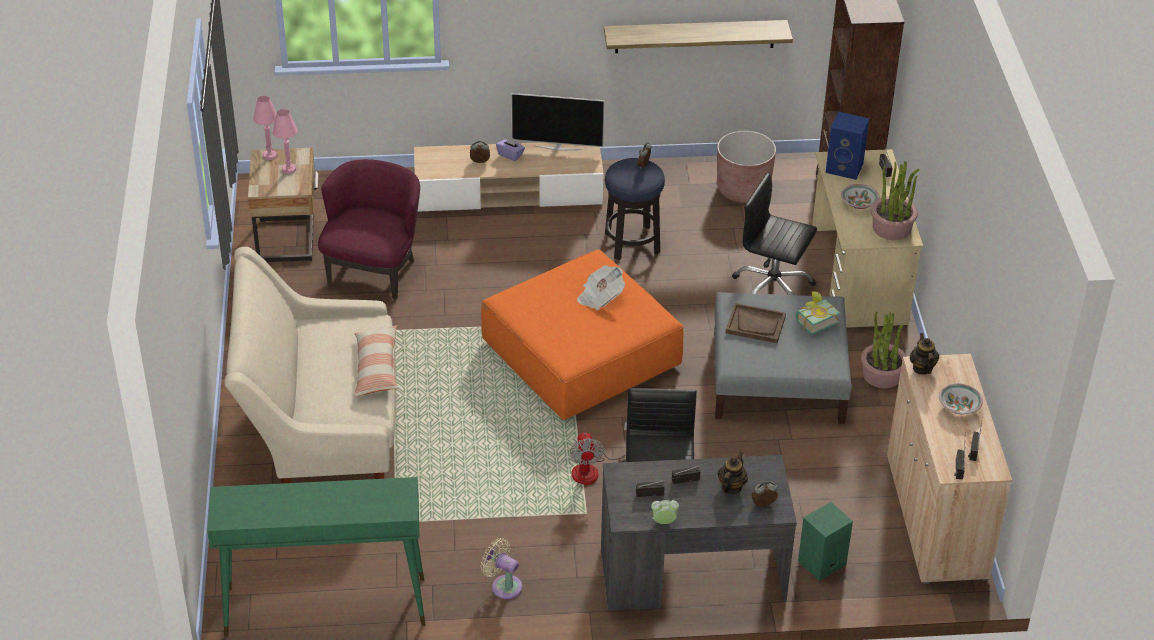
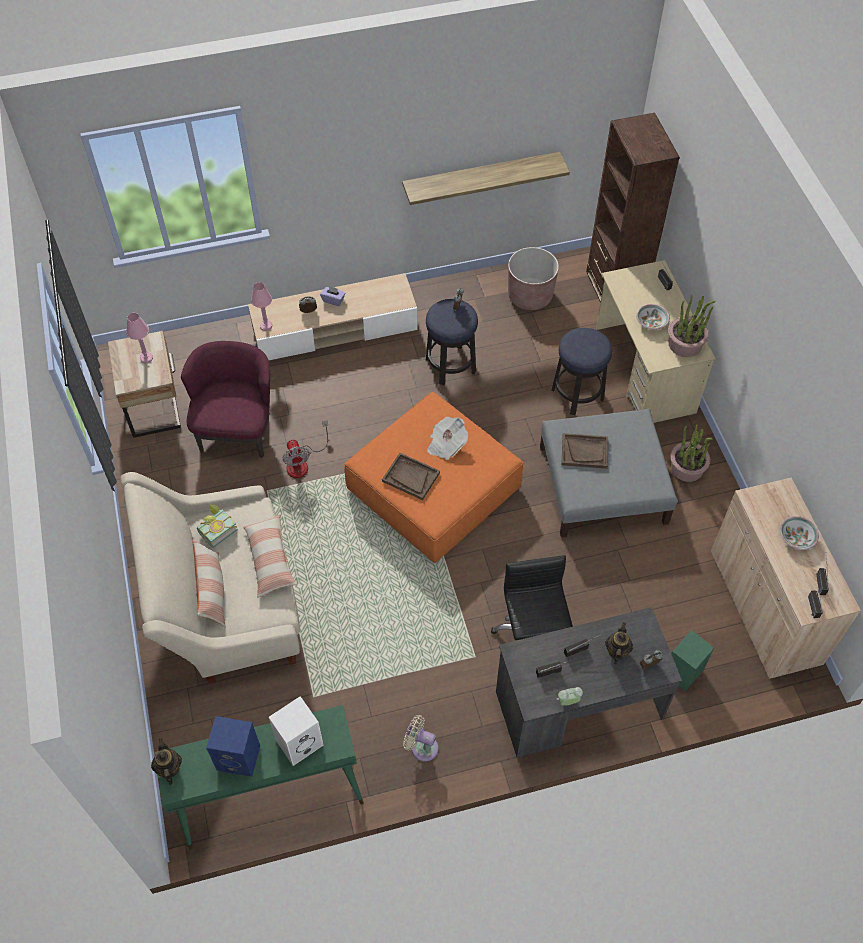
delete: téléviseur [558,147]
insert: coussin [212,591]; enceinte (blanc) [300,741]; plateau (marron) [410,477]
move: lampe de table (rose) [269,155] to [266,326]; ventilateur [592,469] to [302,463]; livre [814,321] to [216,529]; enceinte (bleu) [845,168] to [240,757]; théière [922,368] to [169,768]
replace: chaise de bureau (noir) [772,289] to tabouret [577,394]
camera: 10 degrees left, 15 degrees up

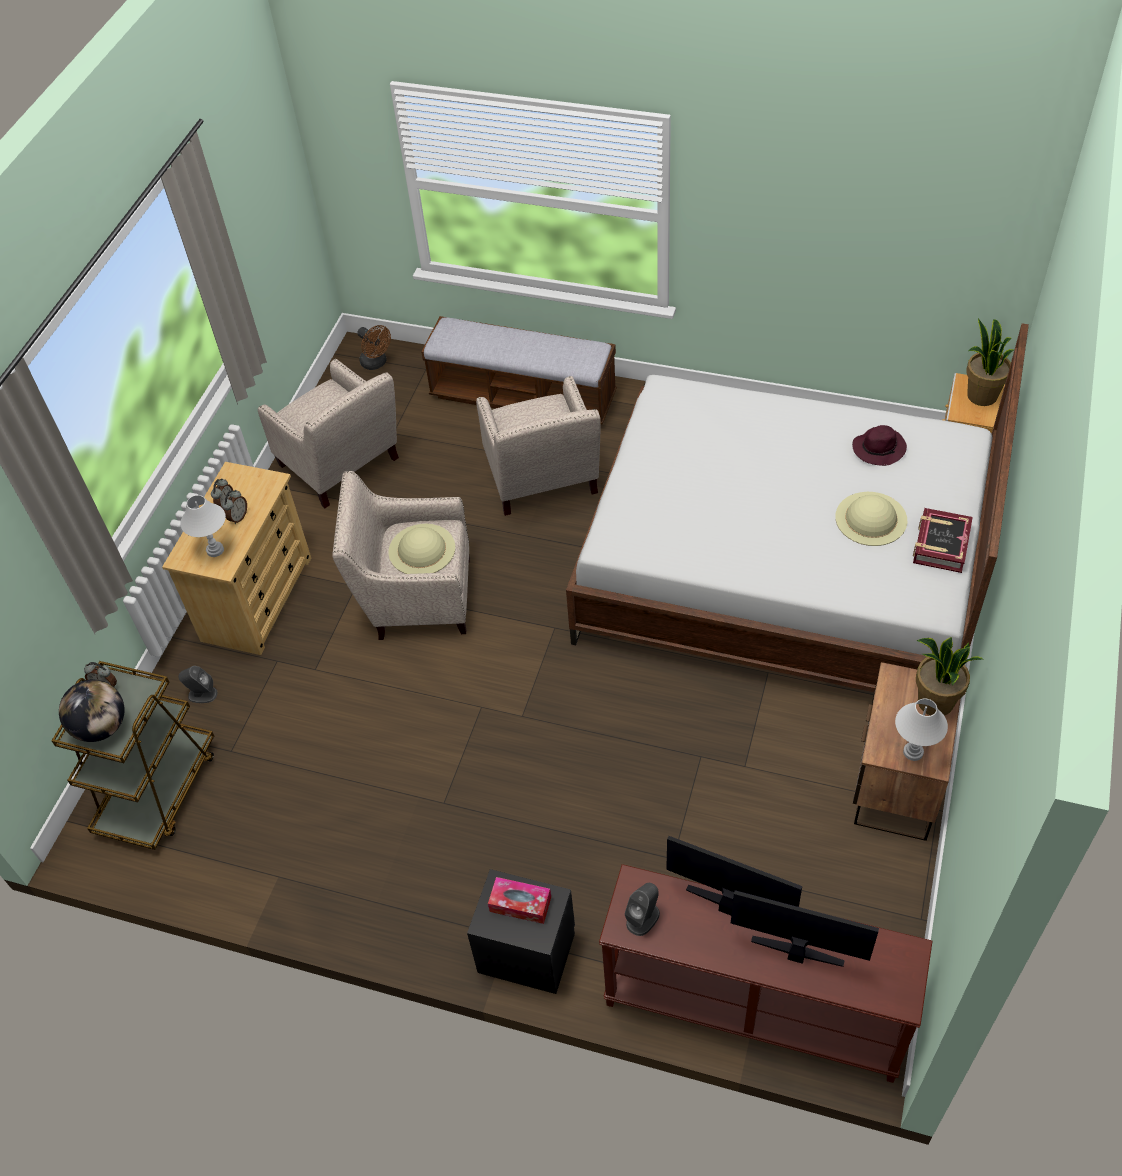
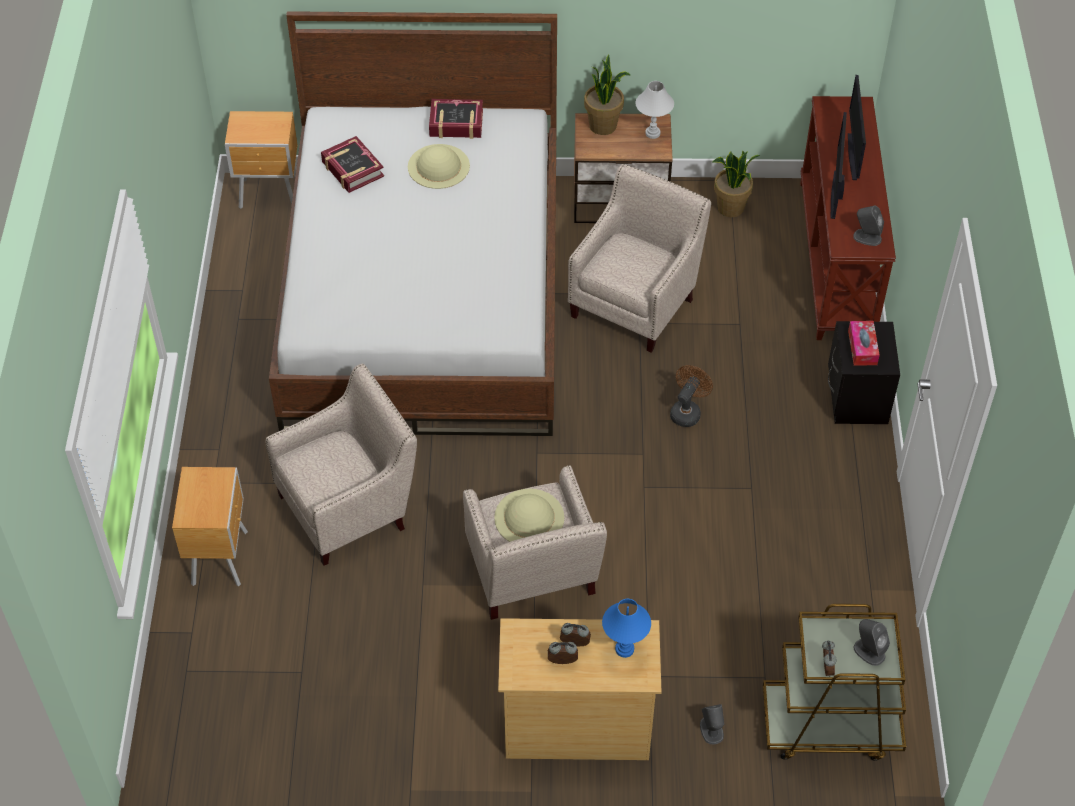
move: fauteuil (beige) [342,467] to [636,302]; ventilateur (marron) [376,363] to [687,411]; plante en pot [981,395] to [730,208]
replace: globe [102,727] to enceinte (gris) [869,651]; banc [523,397] to table de chevet (marron) [221,557]; chapeau (violet) [879,448] to livre [352,169]
recolor: lampe de table (blanc) [215,550] to lampe de table (bleu) [625,649]
camera: 110 degrees left, 0 degrees up

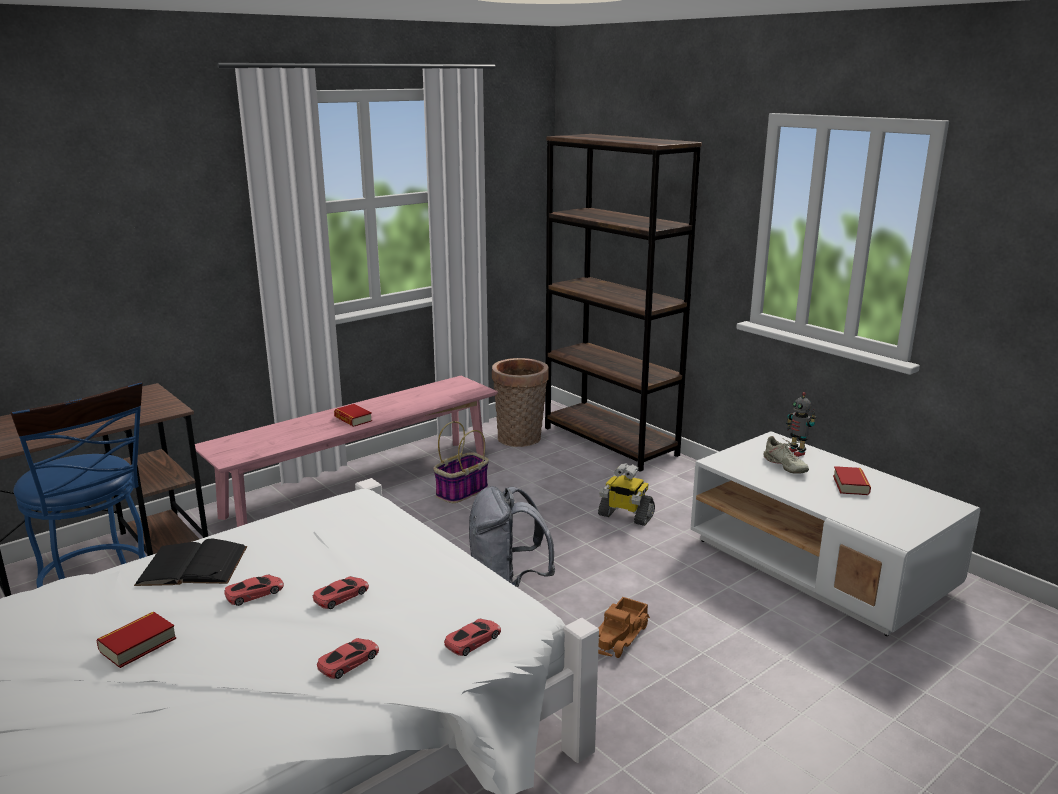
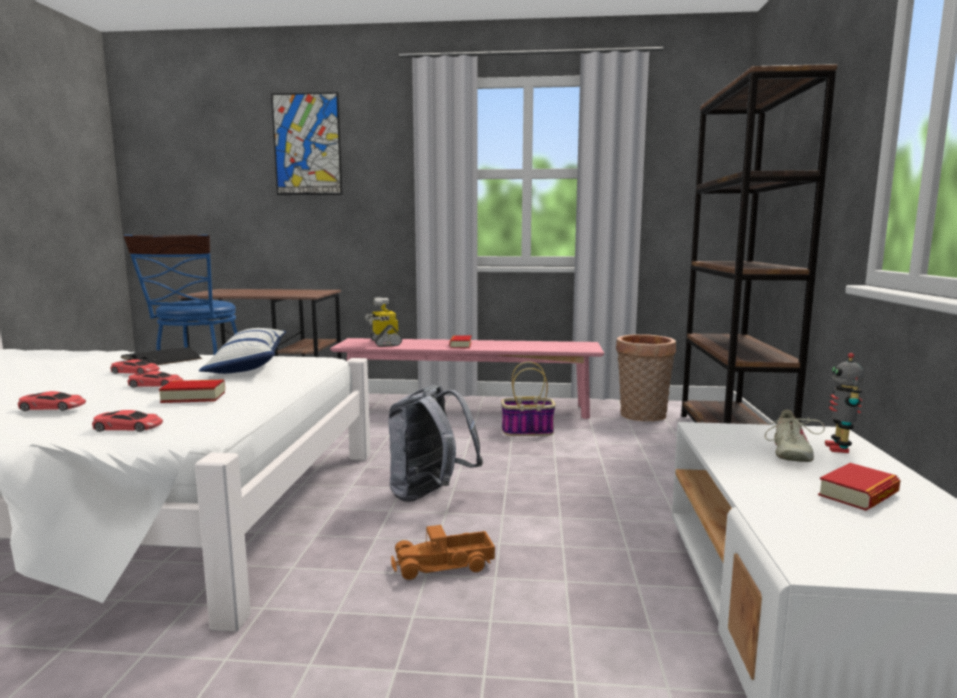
insert: coussin [248,365]; tableau [307,144]
move: livre [138,645] to [193,397]; robot jouet [625,515] to [384,343]
camera: 45 degrees right, 10 degrees down

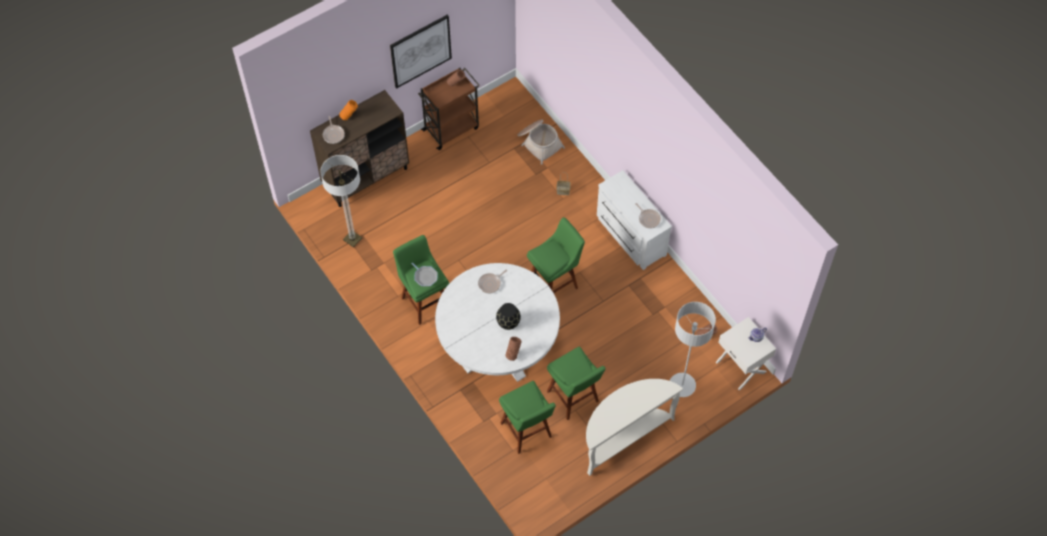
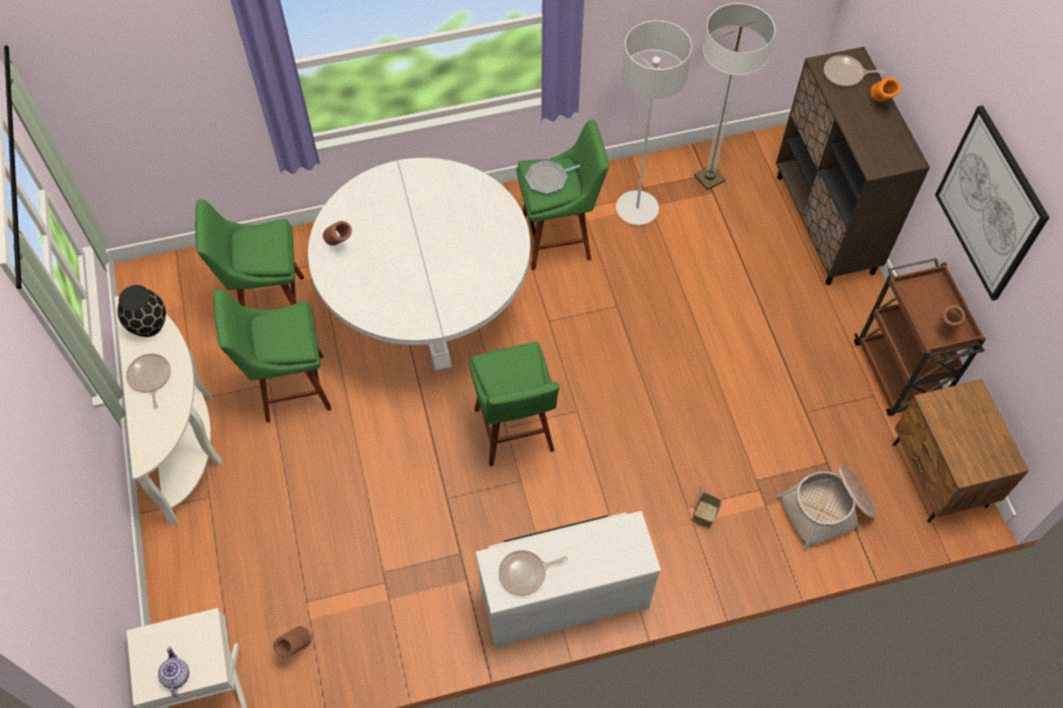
insert: table de chevet (marron) [938,476]
move: poêle [490,284] to [150,378]; vase (noir) [508,323] to [148,325]; lampadaire (gris) [682,385] to [637,209]
camera: 110 degrees right, 0 degrees up

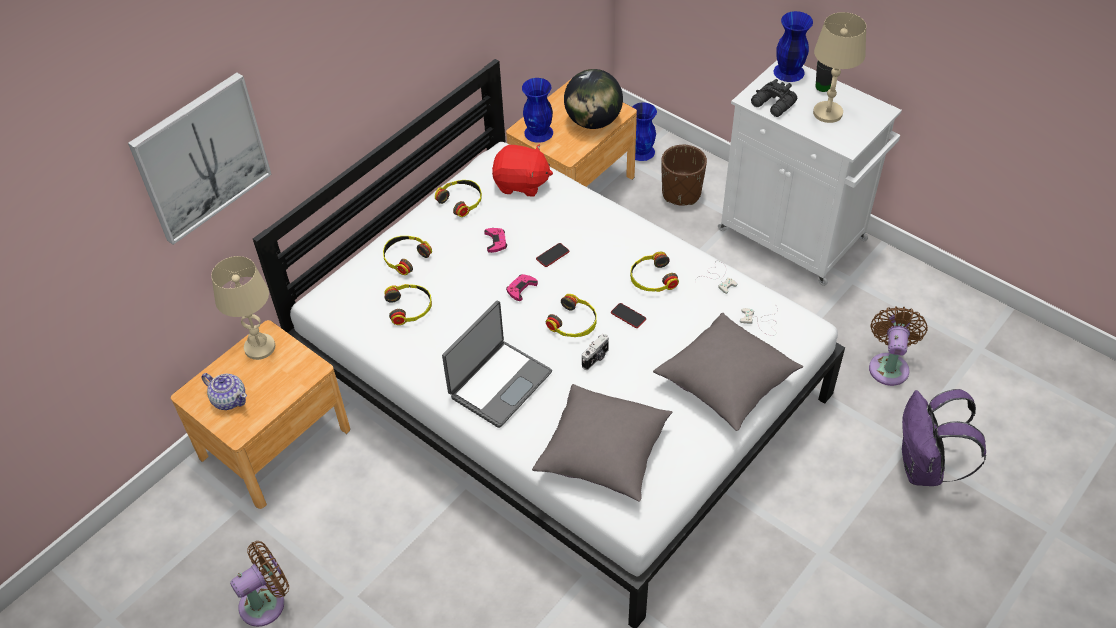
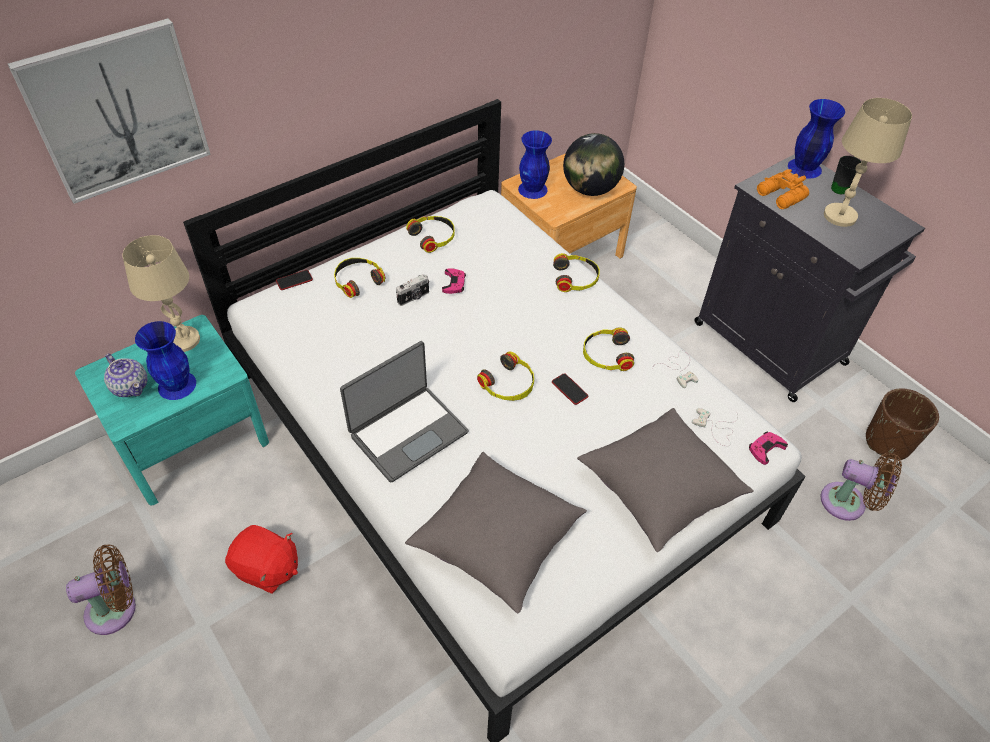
delete: sac à dos (violet) [924,468]
move: casque audio [410,307] to [575,278]; peluche (rouge) [521,184] to [267,569]; manette (rose) [521,288] to [766,449]; téléphone [552,255] to [294,280]; appareil photo [596,358] to [414,298]; vase (bleu) [642,151] to [178,385]; cache-pot (marron) [681,193] to [888,442]
recolor: table de chevet (marron) [275,443] to table de chevet (turquoise) [191,440]; meuble de rangement (blanc) [794,236] to meuble de rangement (noir) [771,345]; jumelles (noir) [773,105] to jumelles (orange) [780,197]
rotate: ventilateur (marron) [889,365] = [848,503] 90 degrees clockwise
camera: 10 degrees right, 0 degrees up

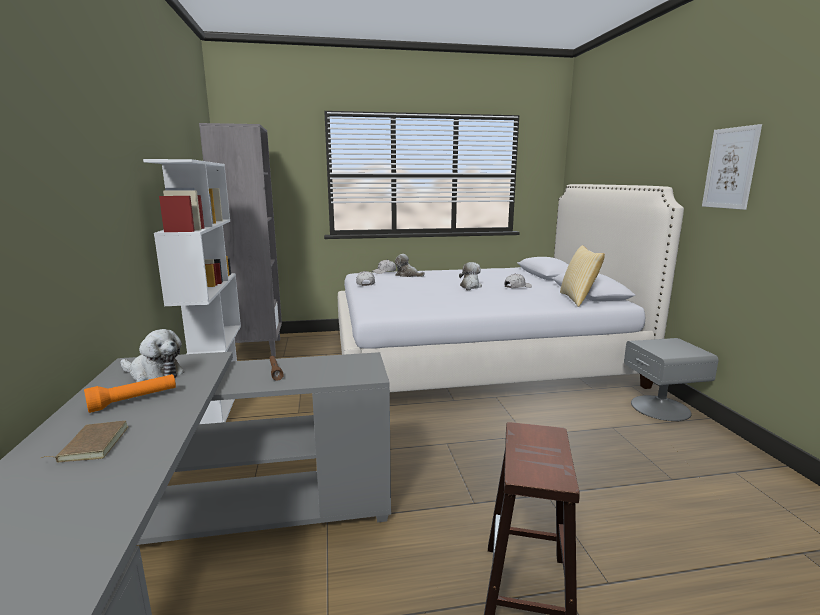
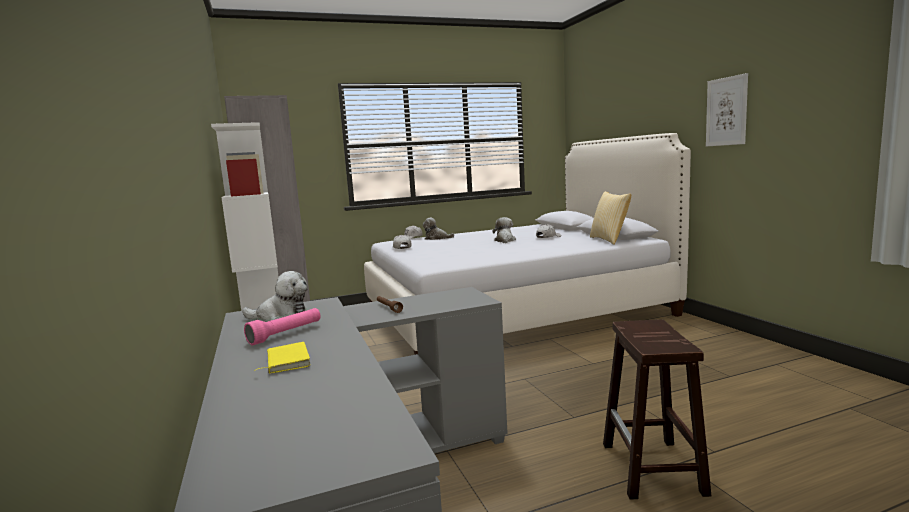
delete: table de chevet (gris) [661,407]
recolor: livre (marron) [92,444] to livre (jaune) [286,361]; lampe de poche (orange) [134,401] to lampe de poche (rose) [286,334]
camera: 10 degrees left, 5 degrees down

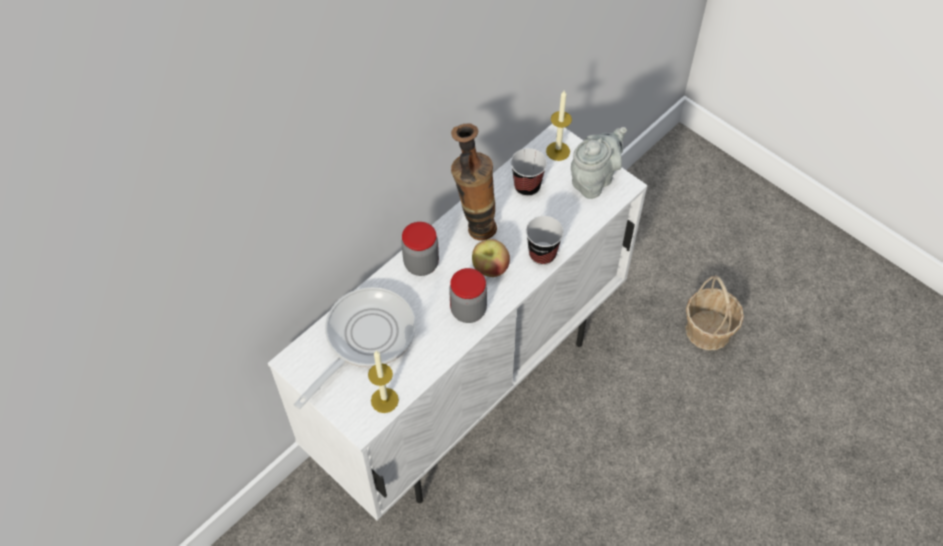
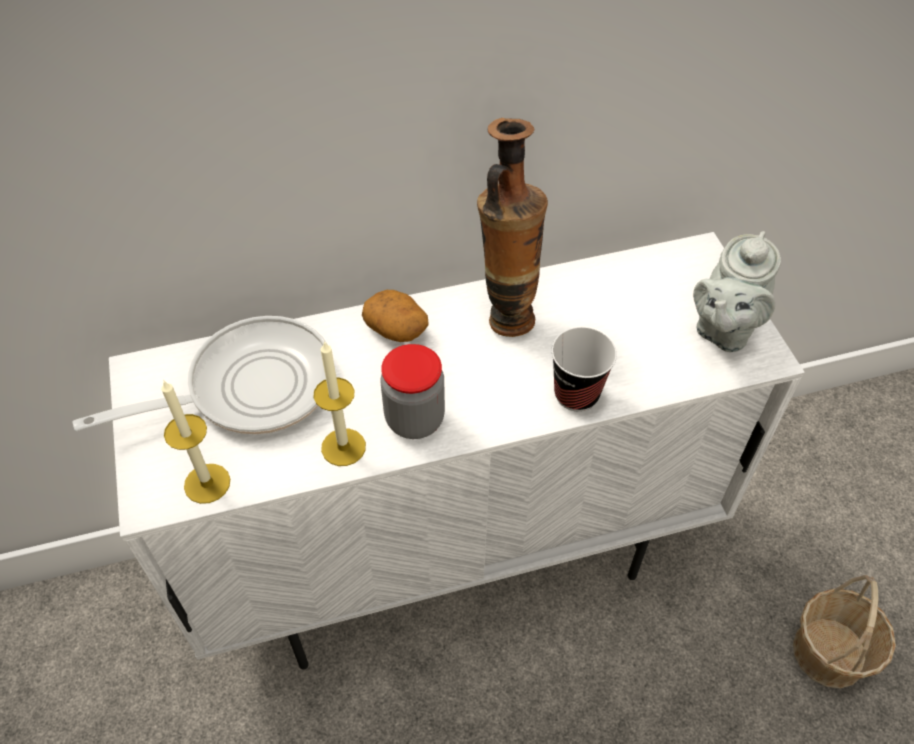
delete: pomme [490,268]; tasse [527,186]
move: bougie [558,151] to [343,447]
replace: bocal [421,264] to pomme de terre [397,328]
rotate: théière (gris) [594,179] = [723,329] 135 degrees clockwise
camera: 30 degrees right, 5 degrees down

